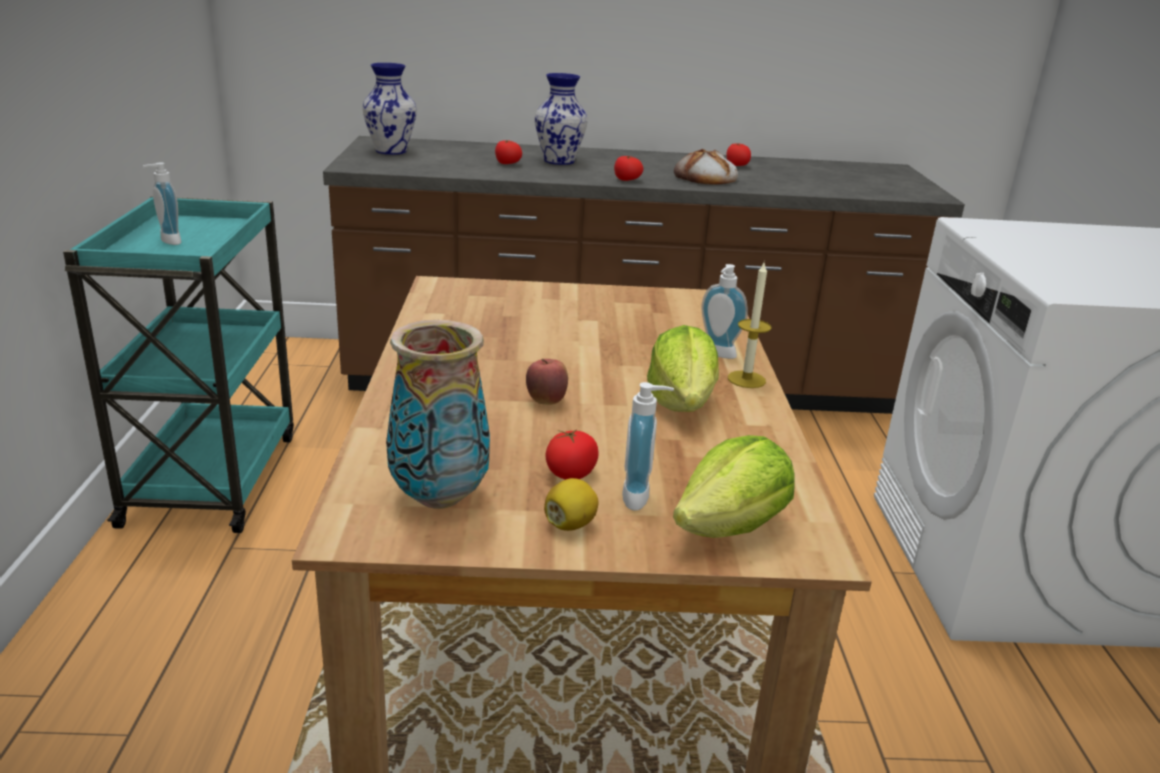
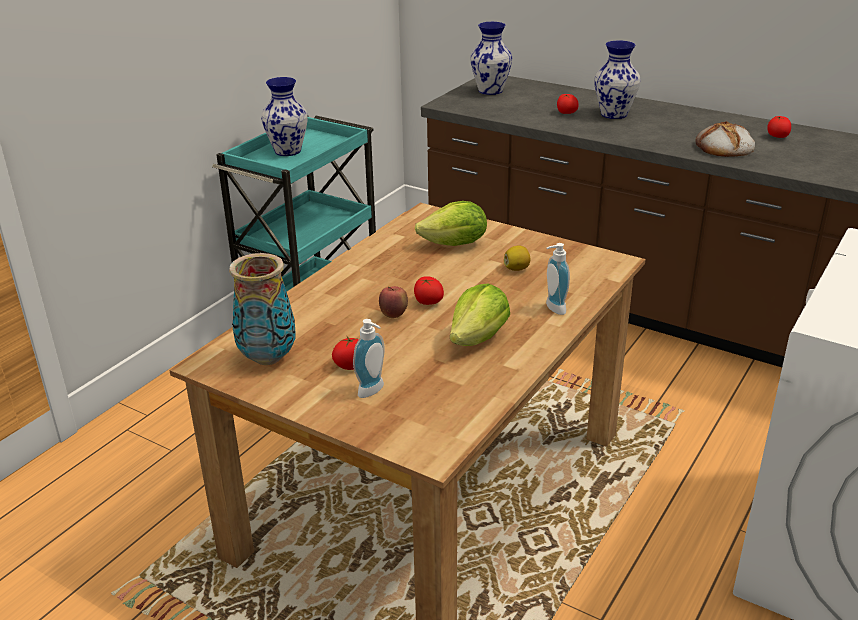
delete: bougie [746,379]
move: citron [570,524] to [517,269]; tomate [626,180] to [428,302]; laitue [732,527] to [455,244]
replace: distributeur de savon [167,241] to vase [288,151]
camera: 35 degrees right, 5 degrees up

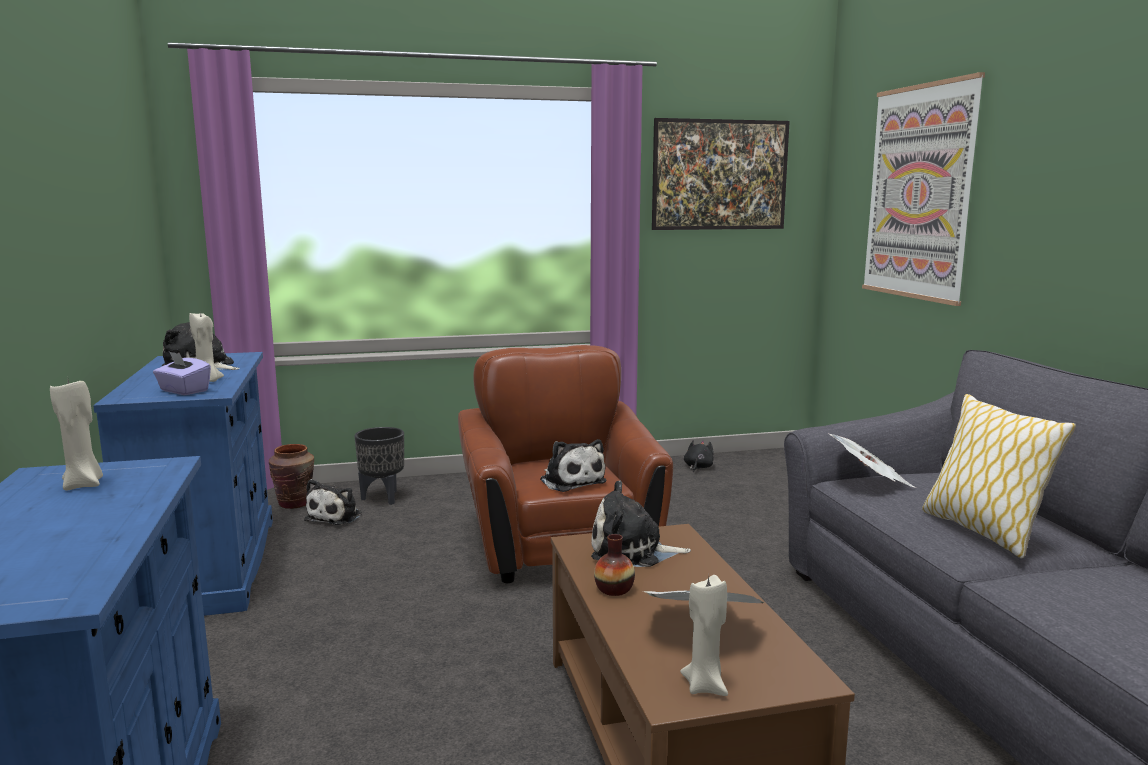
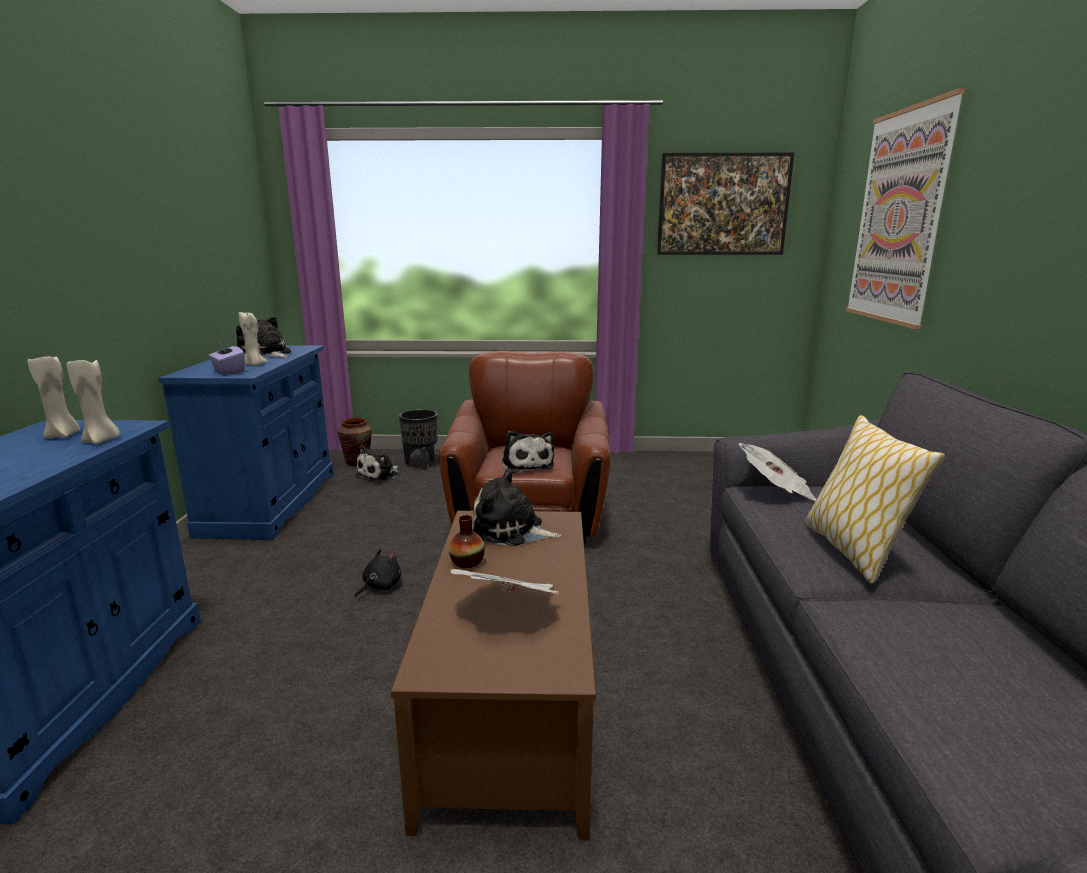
move: bougie (beige) [705,686] to [101,440]; peluche (noir) [698,467] to [380,586]
camera: 15 degrees right, 5 degrees up

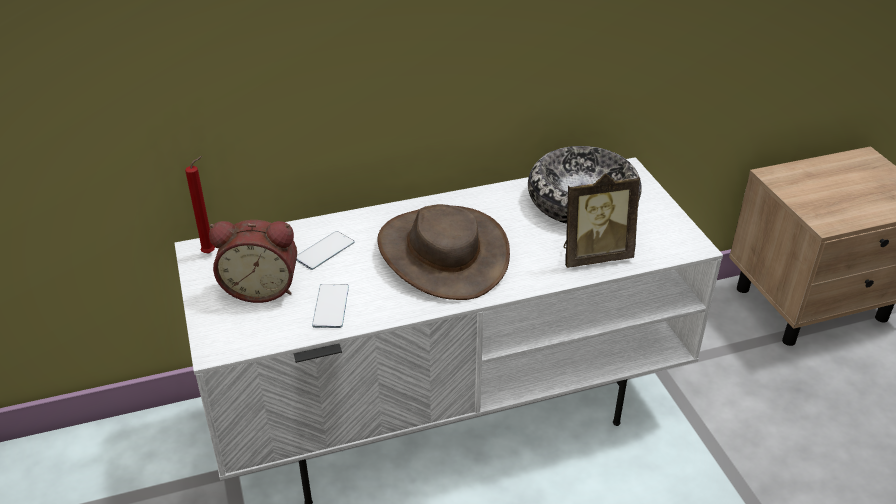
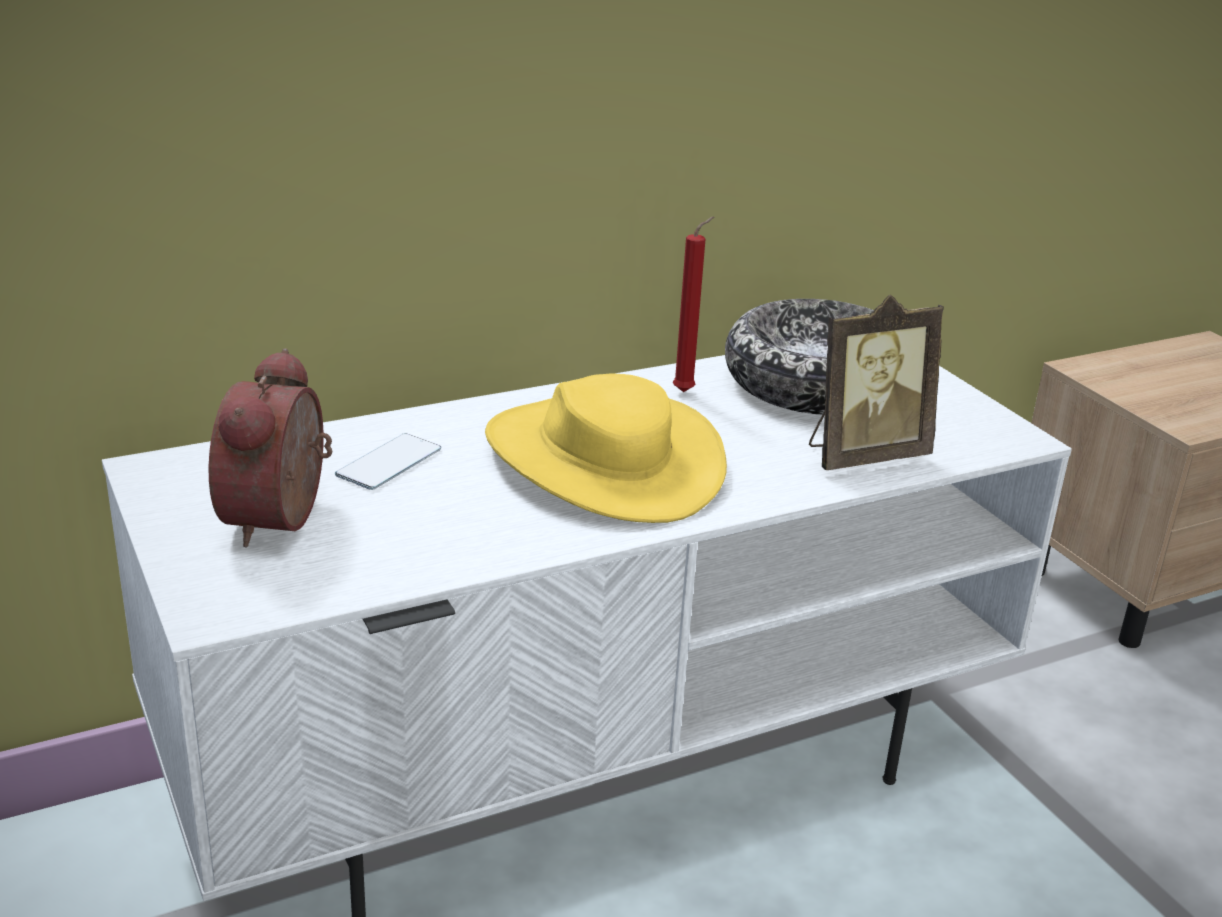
delete: téléphone [331,306]
move: bougie (rouge) [211,253] to [686,391]
recolor: chapeau (marron) [443,253] to chapeau (jaune) [604,459]
rotate: réveil [261,288] = [283,519] 105 degrees clockwise
camera: 10 degrees left, 10 degrees down

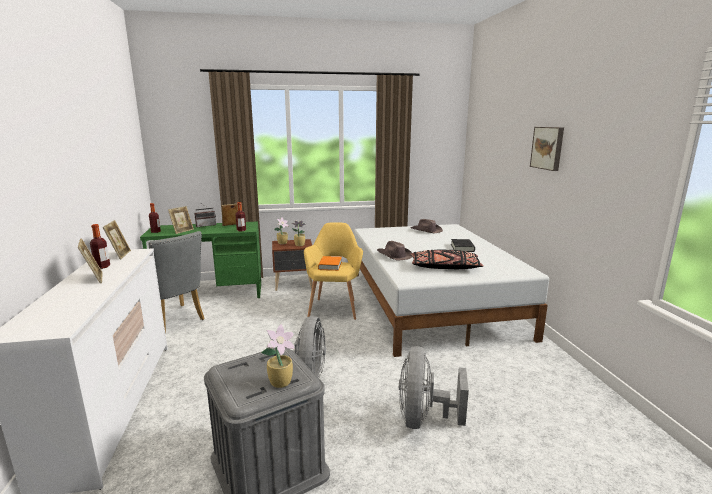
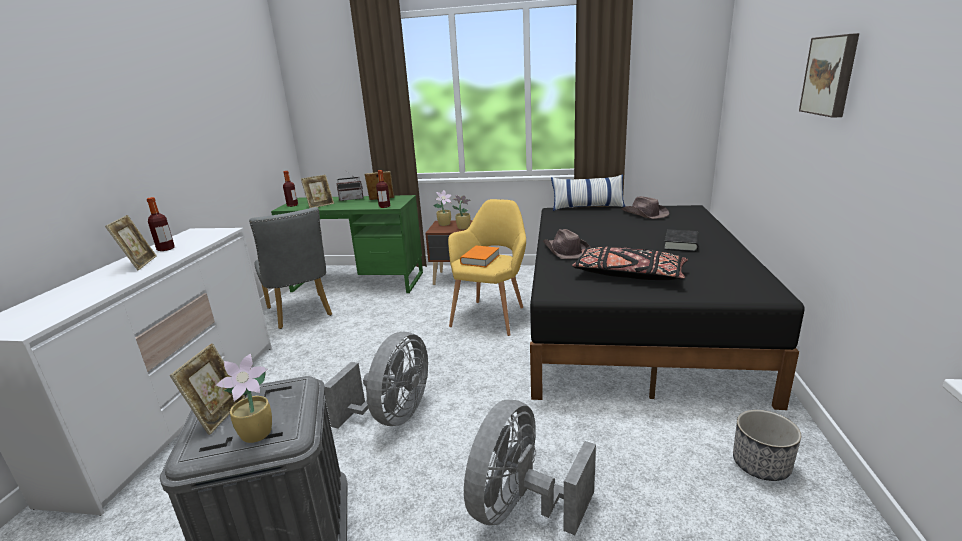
insert: coussin [587,207]; cache-pot [761,465]
move: cadre photo [120,255] to [219,414]
recolor: lit (blanc) [431,303] to lit (noir) [632,322]
camera: 20 degrees right, 5 degrees up

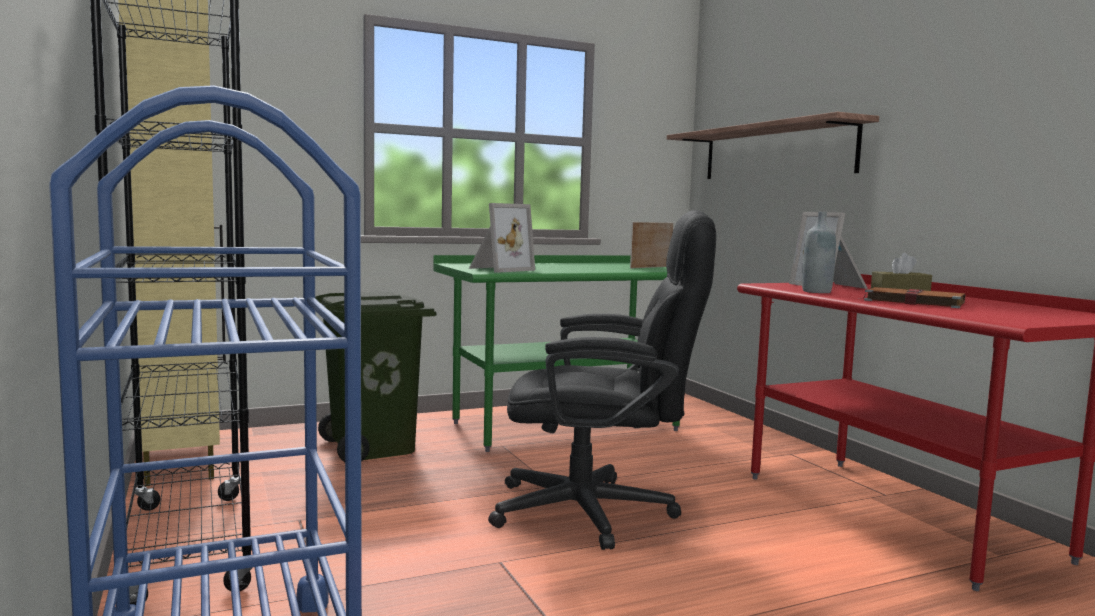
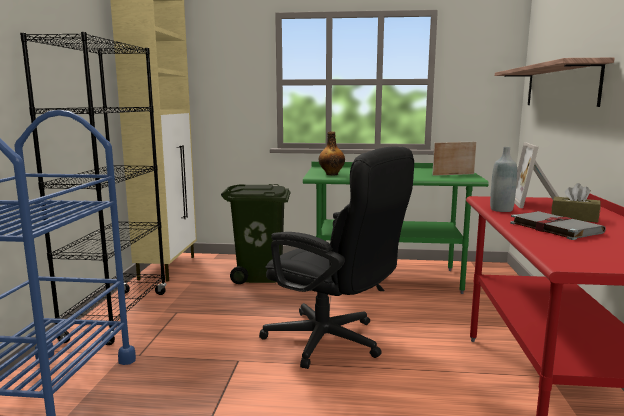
replace: cadre photo [498,269] to bouteille [331,174]
recolor: livre (marron) [912,301] to livre (gris) [553,228]
camera: 30 degrees right, 5 degrees up

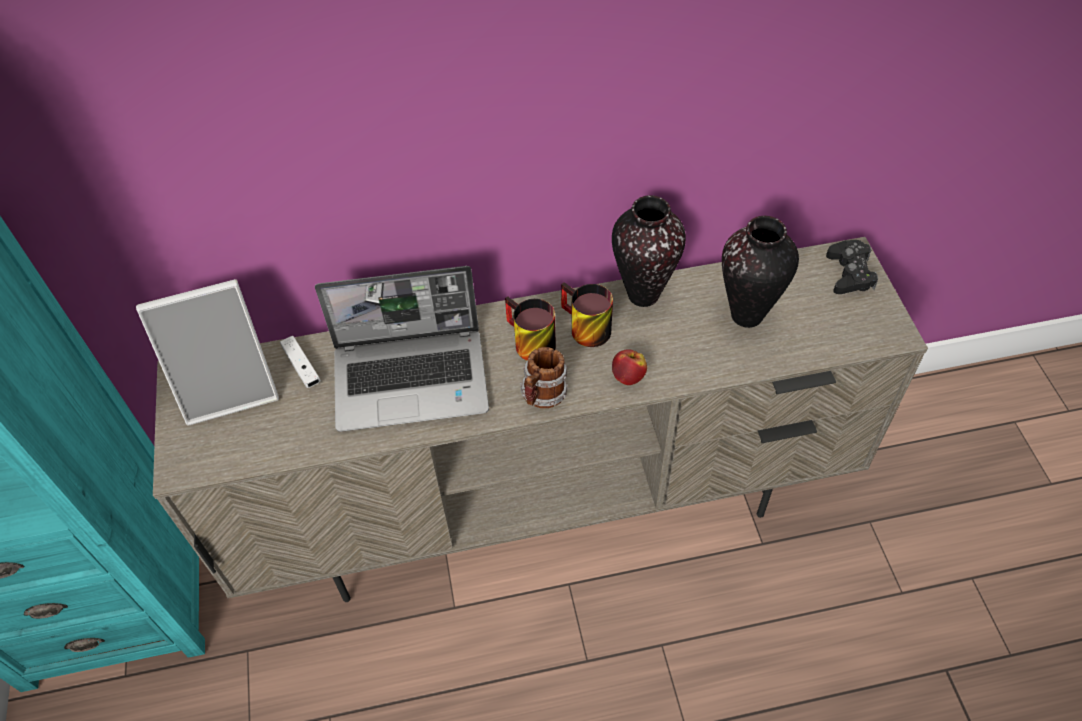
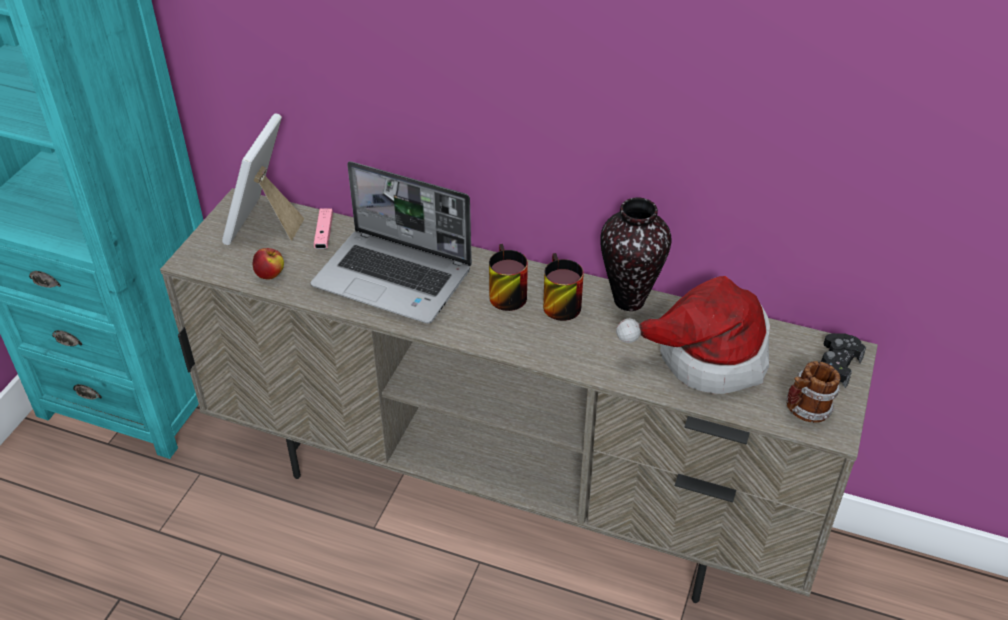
move: mug [543,396] to [805,411]; pomme [628,376] to [270,275]
replace: vase [746,316] to chapeau [705,355]
recolor: manette (blanc) [302,366] to manette (rose) [324,234]
rotate: cadre photo [230,387] = [265,225] 90 degrees clockwise
camera: 30 degrees right, 10 degrees down

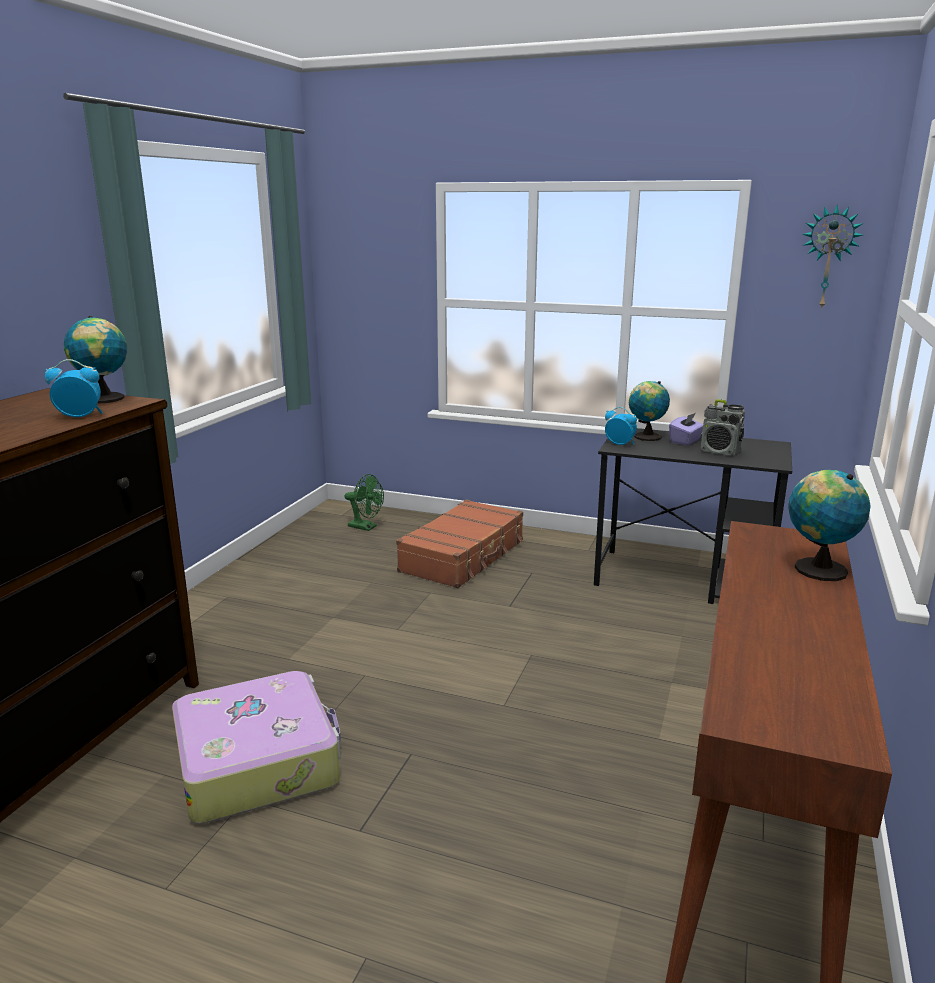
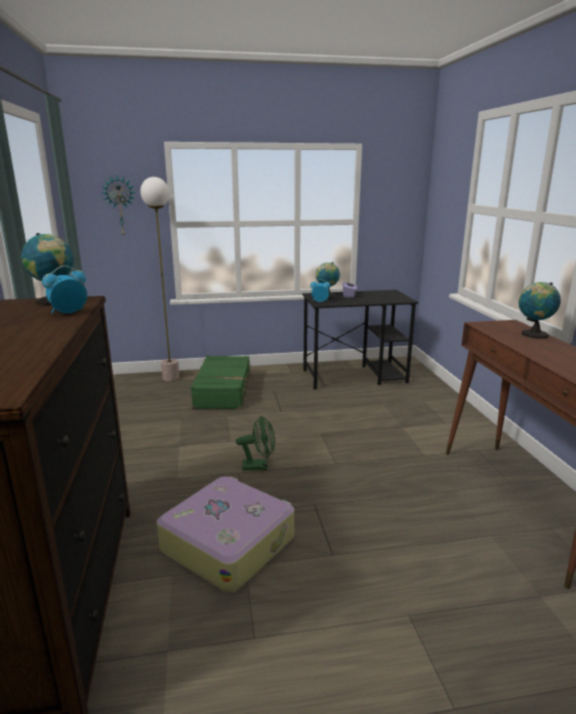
delete: radio [720,451]
insert: lampadaire [171,378]
move: ventilateur (vert) [366,527] to [259,466]; horloge murale [828,257] to [120,206]
recolor: valise (marron) [463,556] to valise (vert) [224,391]
camera: 30 degrees left, 0 degrees up

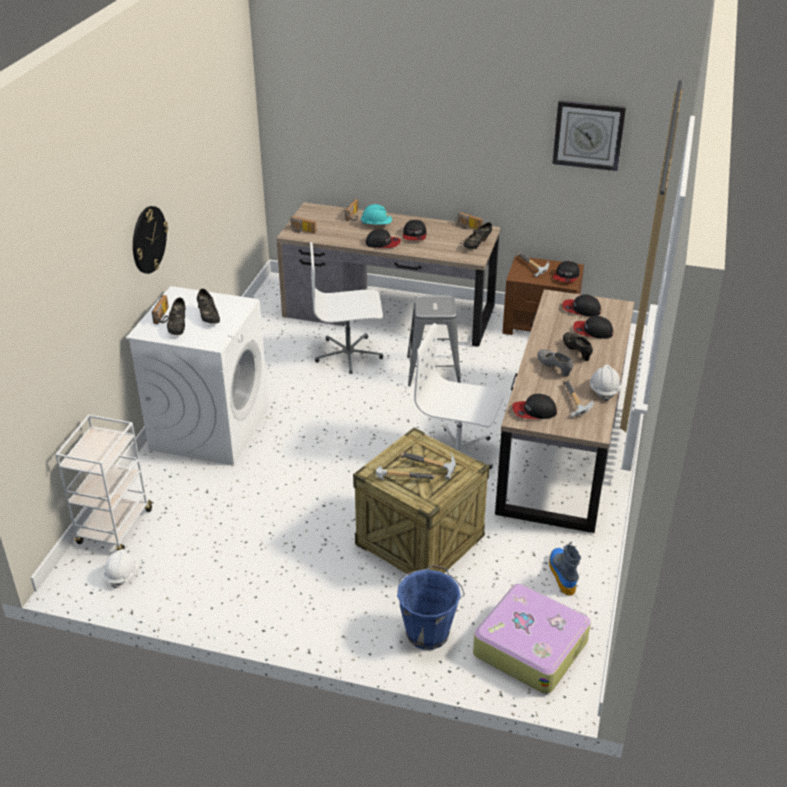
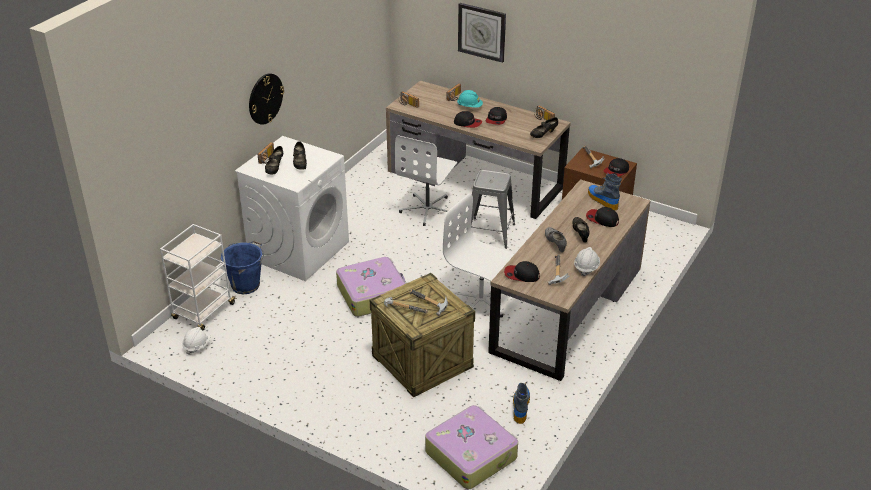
insert: valise [373,294]
move: seau (bleu) [428,631] to [246,285]; horloge murale [588,135] to [482,32]
replace: casquette [581,309] to botte [602,200]
rotate: chaise de bureau (blanc) [348,354] = [428,209] 75 degrees counterclockwise
camera: 15 degrees right, 0 degrees up

